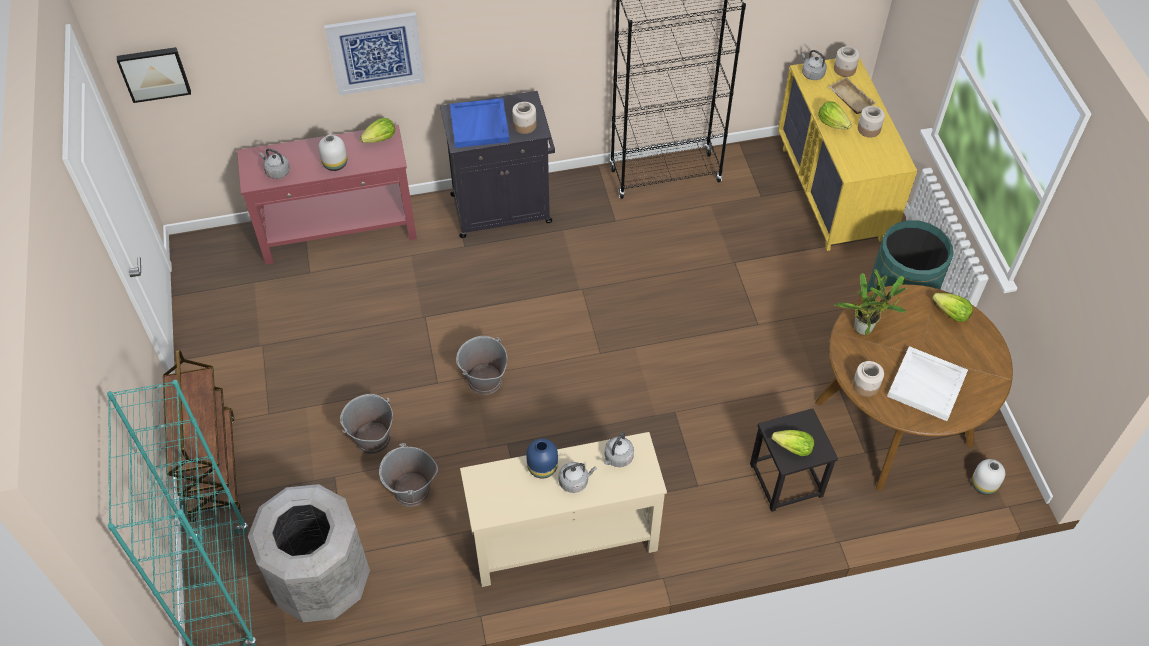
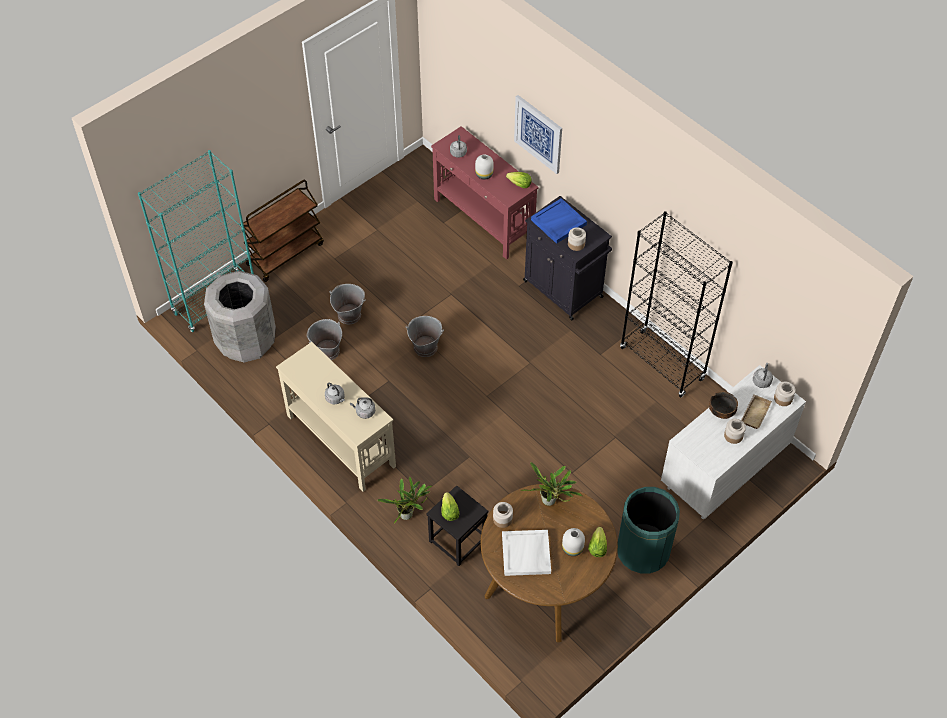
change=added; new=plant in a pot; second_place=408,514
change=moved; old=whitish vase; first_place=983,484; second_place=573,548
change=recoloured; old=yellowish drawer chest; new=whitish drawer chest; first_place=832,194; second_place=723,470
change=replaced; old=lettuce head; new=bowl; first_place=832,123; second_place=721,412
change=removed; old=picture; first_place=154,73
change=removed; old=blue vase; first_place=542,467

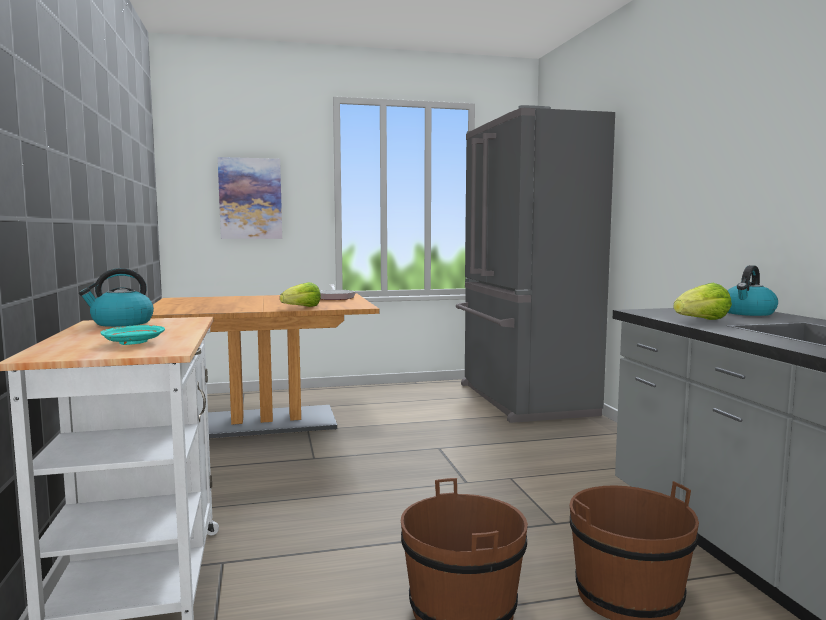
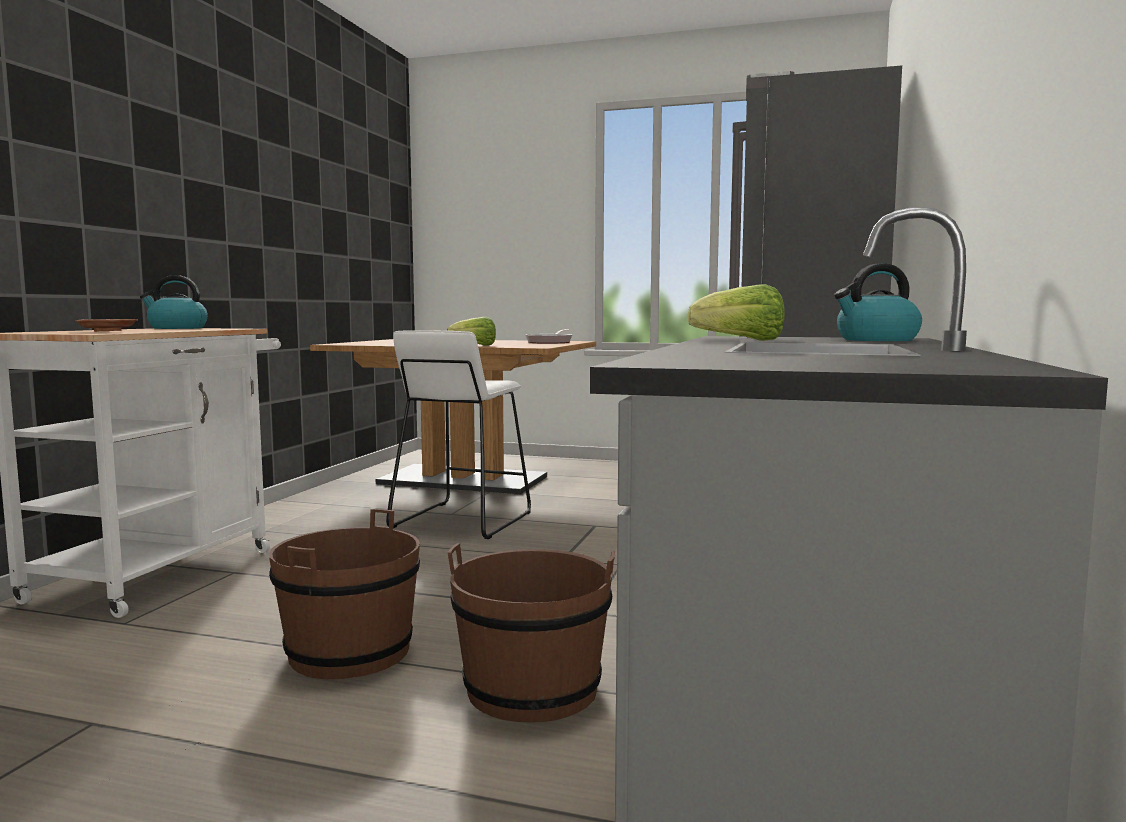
change=recoloured; old=turquoise-coloured plate; new=brownish plate; first_place=133,342; second_place=108,331
change=added; new=whitish stool seat; second_place=461,520
change=removed; old=picture; first_place=250,198

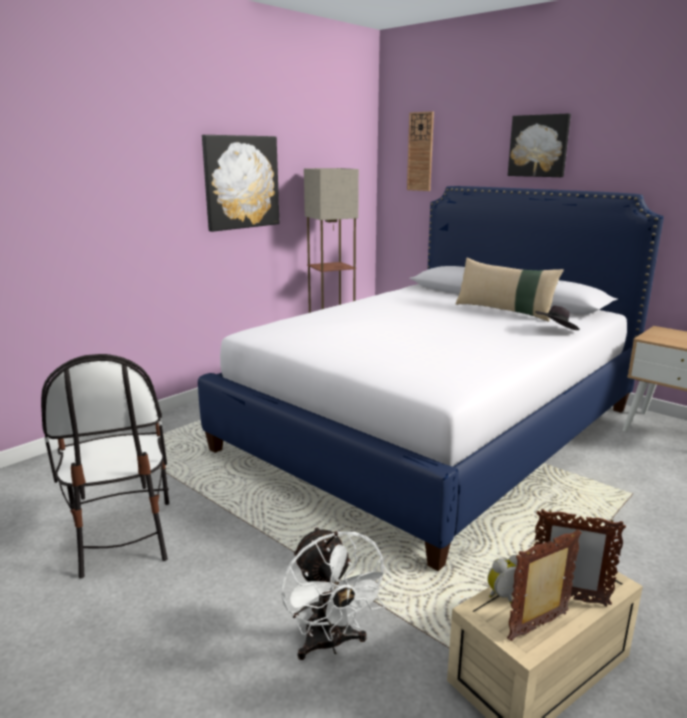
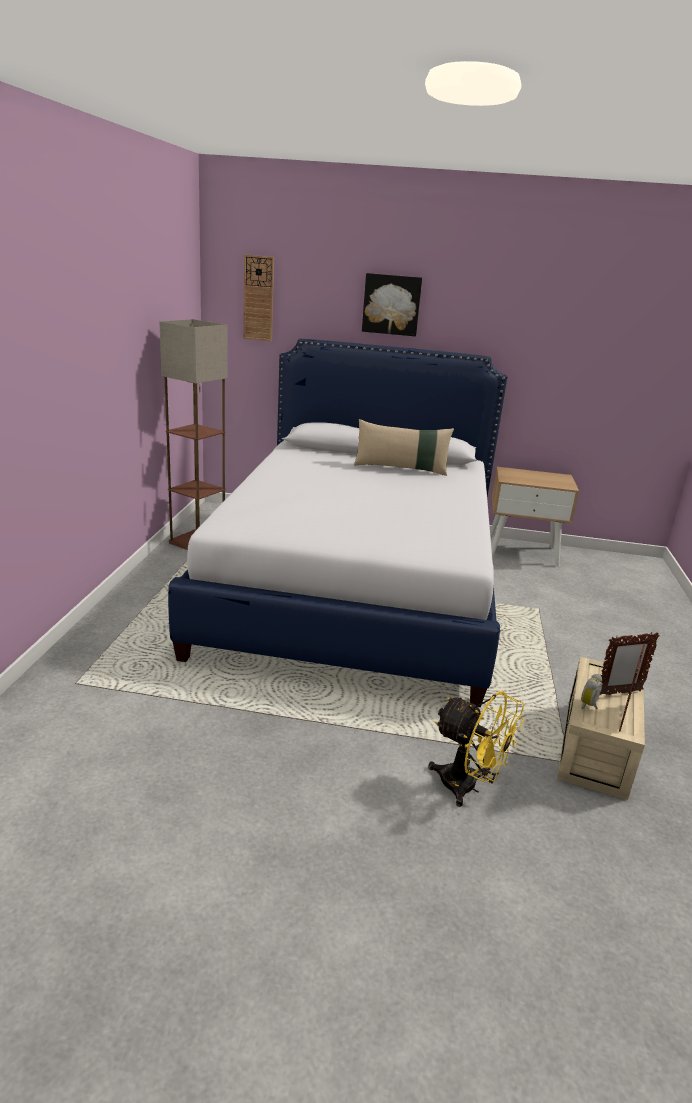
change=recoloured; old=whitish cooling fan; new=yellowish cooling fan; first_place=331,644; second_place=467,787
change=removed; old=plain chair; first_place=122,536
change=removed; old=picture; first_place=241,182
change=removed; old=black wearable hat; first_place=556,331

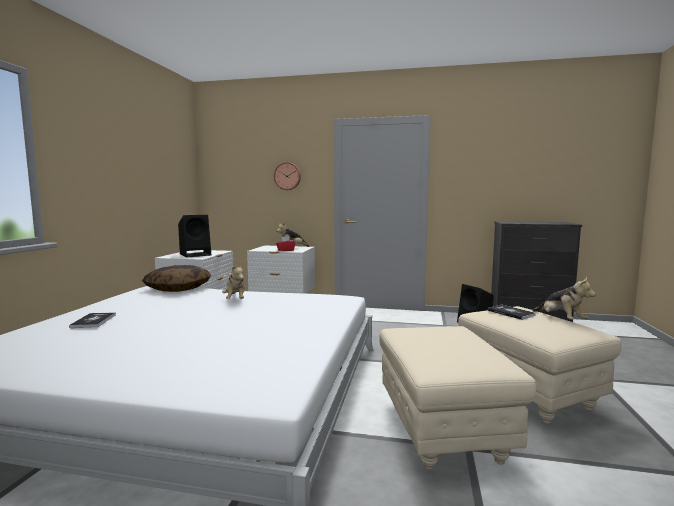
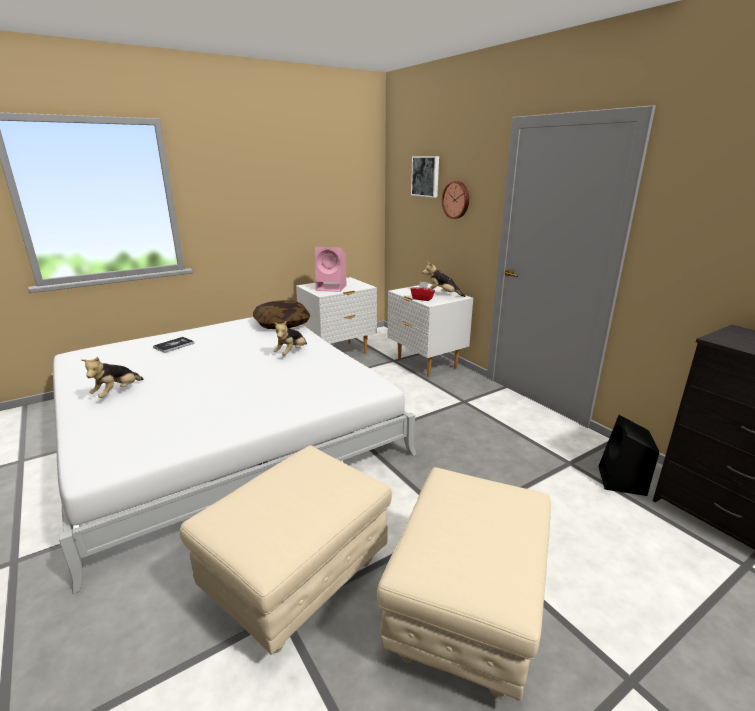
change=moved; old=plush toy; first_place=560,319; second_place=117,393
change=recoloured; old=black loudspeaker; new=pinkish loudspeaker; first_place=196,254; second_place=332,288
change=added; new=picture; second_place=426,176
change=removed; old=bound book; first_place=510,313

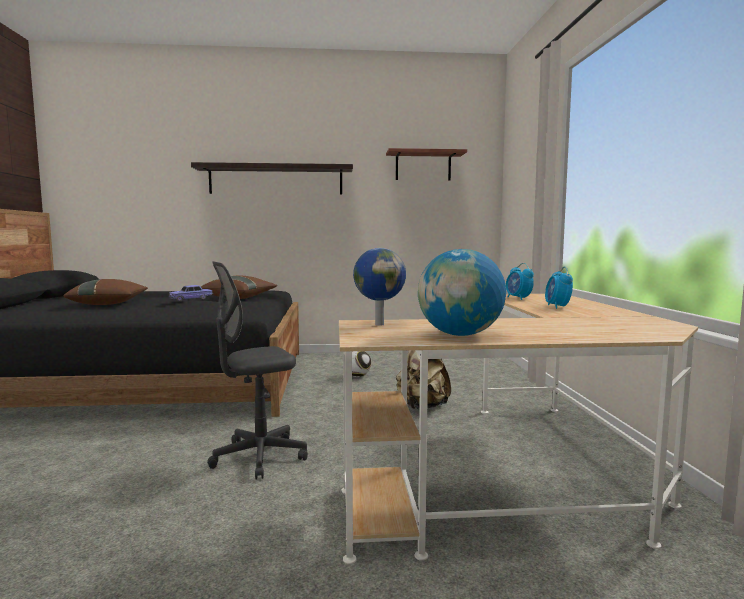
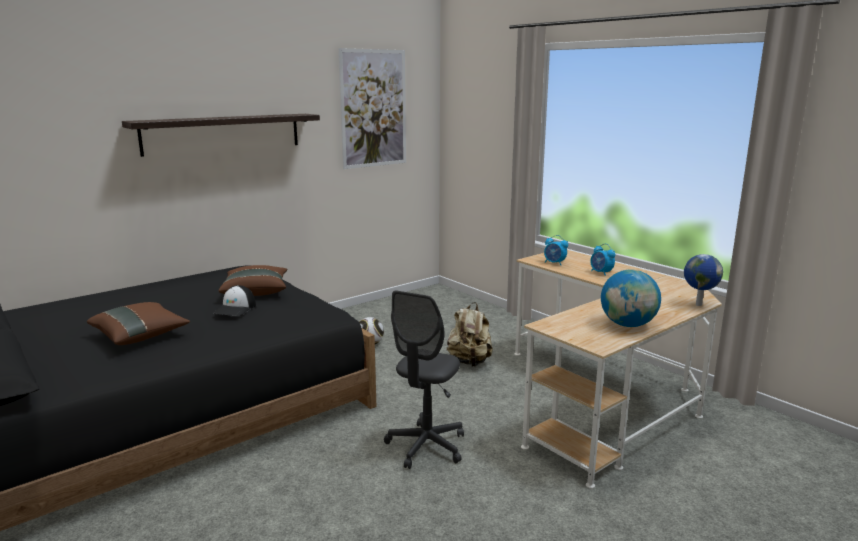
change=replaced; old=toy car; new=peaked cap; first_place=191,299; second_place=235,309
change=replaced; old=shelf; new=picture; first_place=423,166; second_place=373,109
change=moved; old=globe; first_place=379,324; second_place=697,304

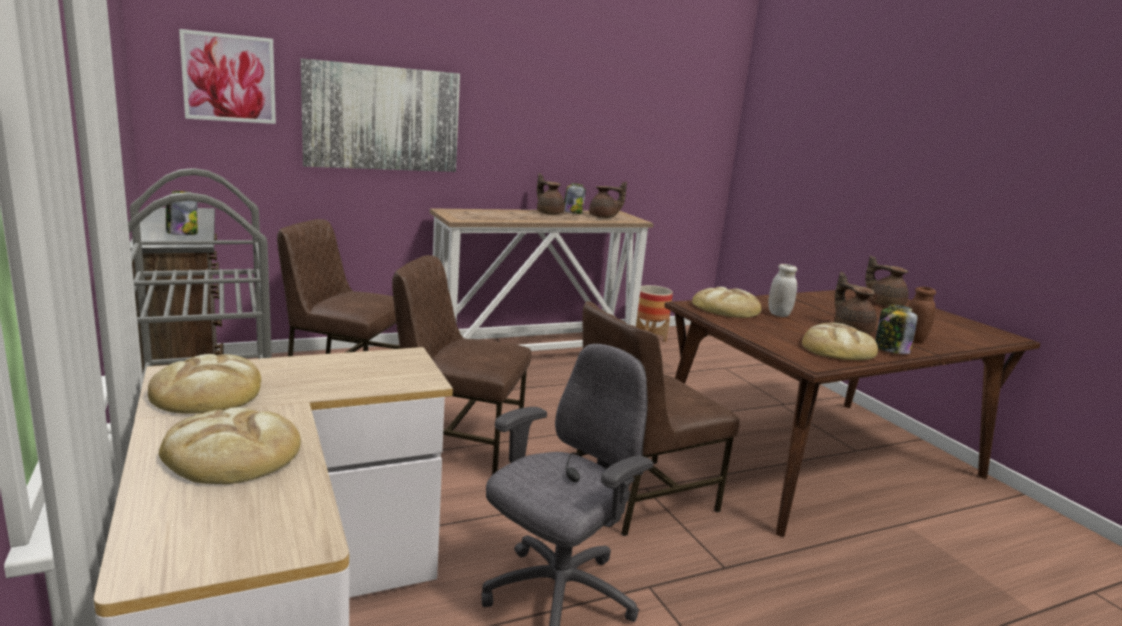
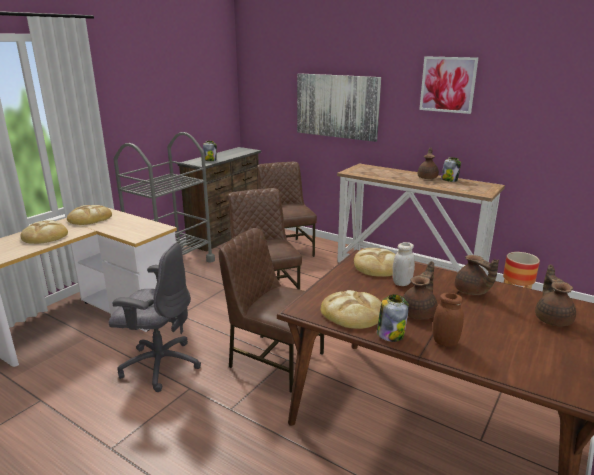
change=moved; old=picture; first_place=229,78; second_place=448,84
change=moved; old=brownish tea pot; first_place=604,217; second_place=471,292

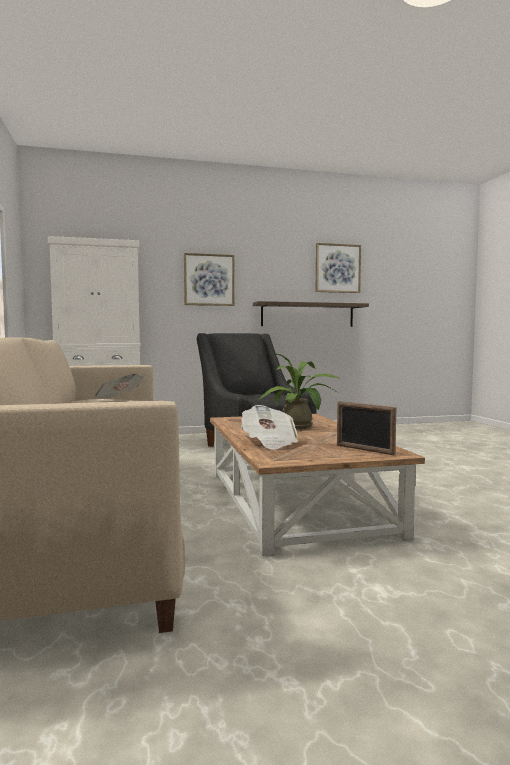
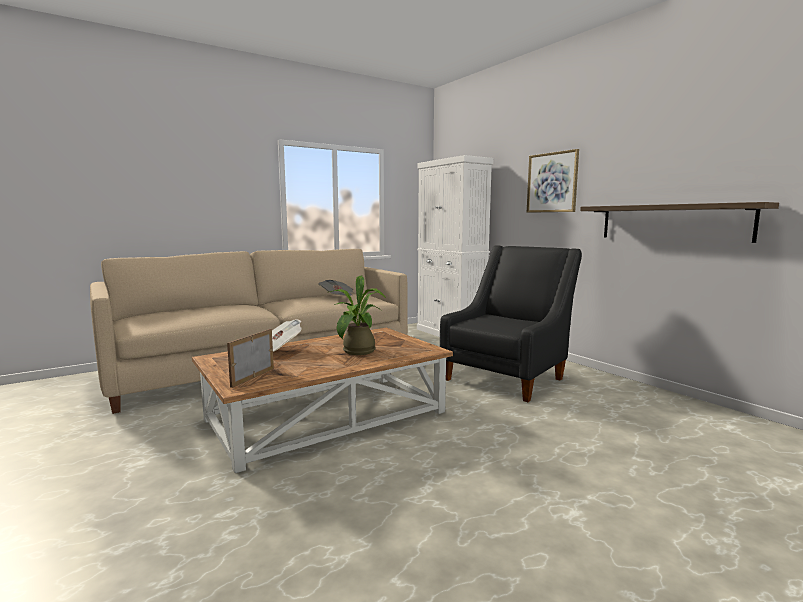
change=removed; old=picture; first_place=337,268

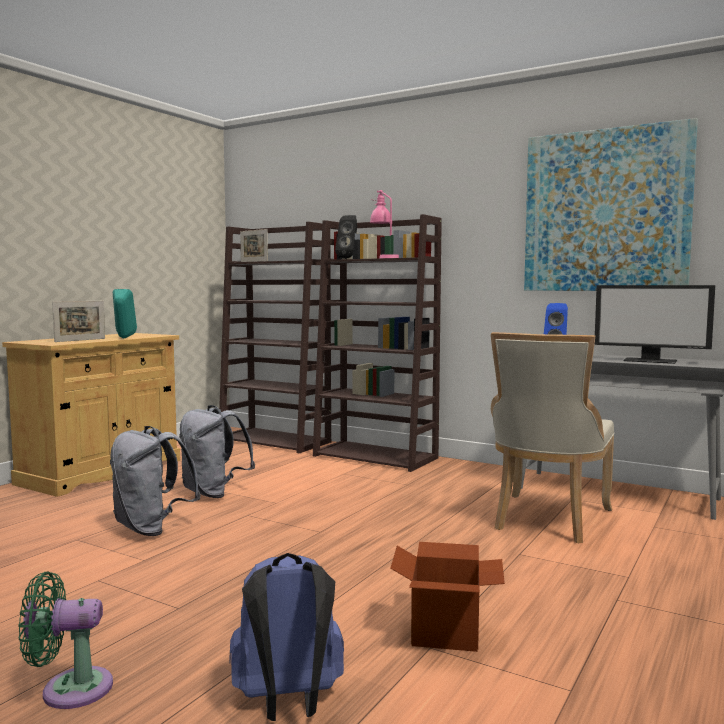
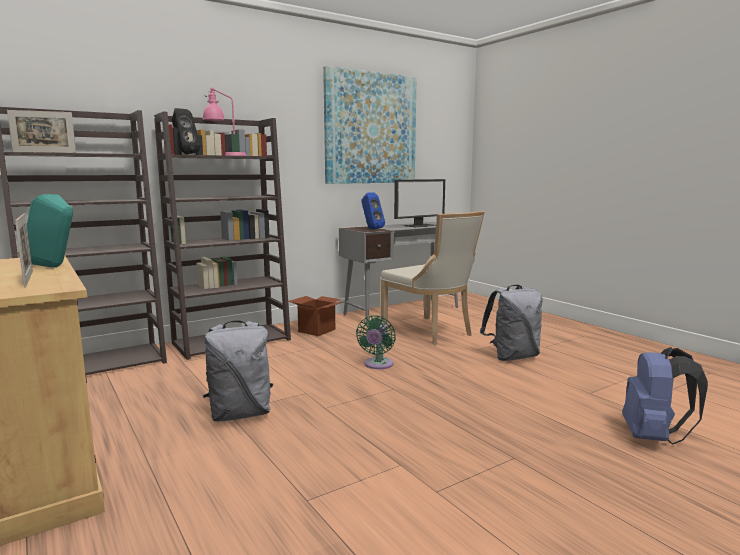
change=moved; old=packing box; first_place=445,633; second_place=317,330
change=moved; old=green-coloured cooling fan; first_place=69,689; second_place=377,365
change=moved; old=grey rucksack; first_place=152,529; second_place=512,357

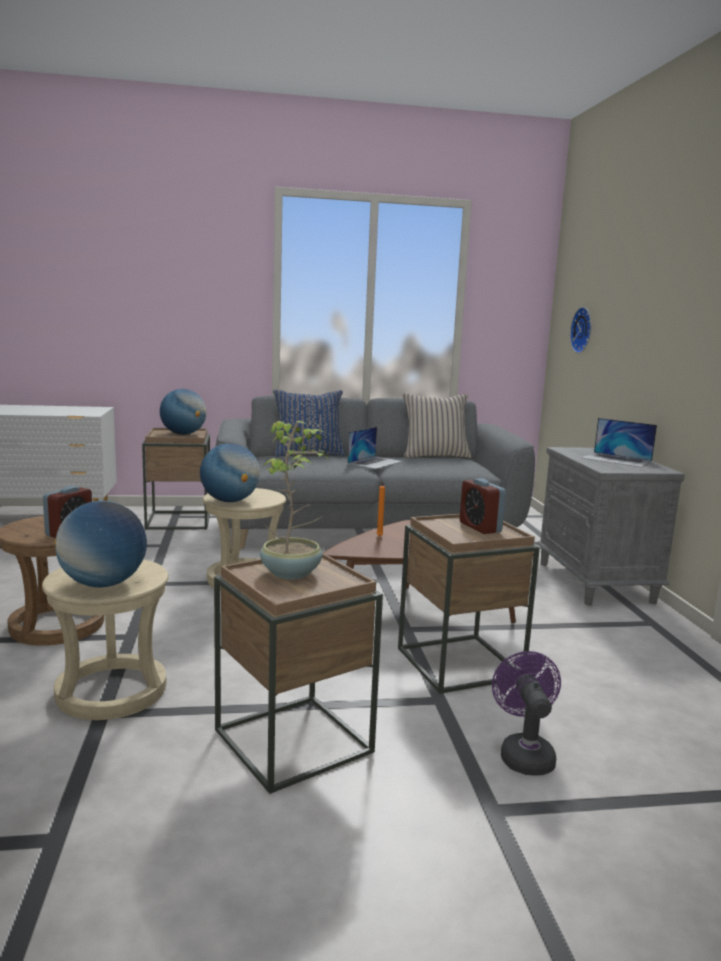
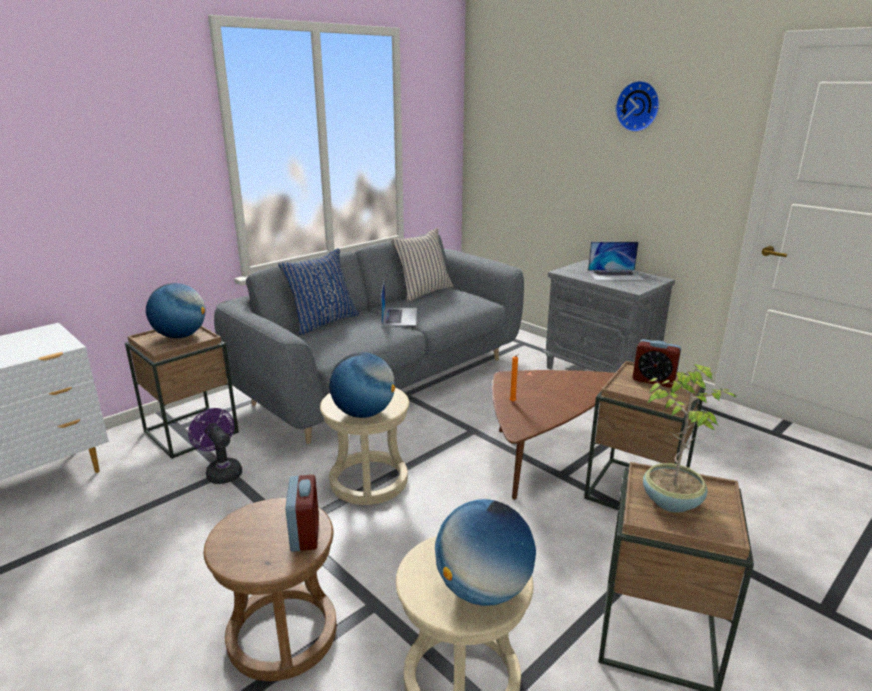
change=moved; old=purplish cooling fan; first_place=524,754; second_place=221,471
change=moved; old=clock on the wall; first_place=584,330; second_place=639,106

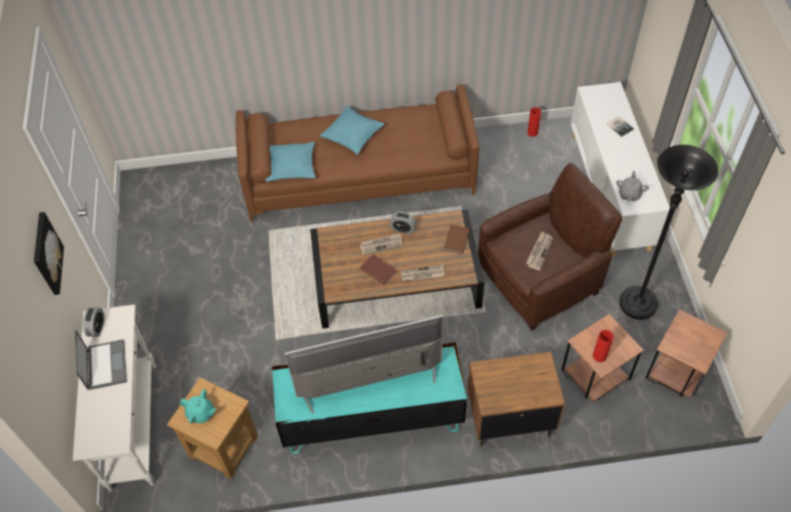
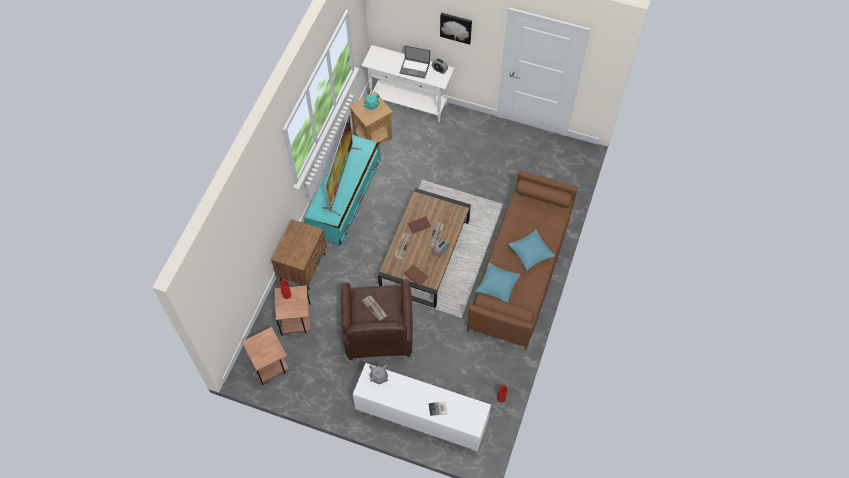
change=moved; old=turquoise-coloured pillow; first_place=291,166; second_place=497,285
change=removed; old=black standard lamp; first_place=638,304

